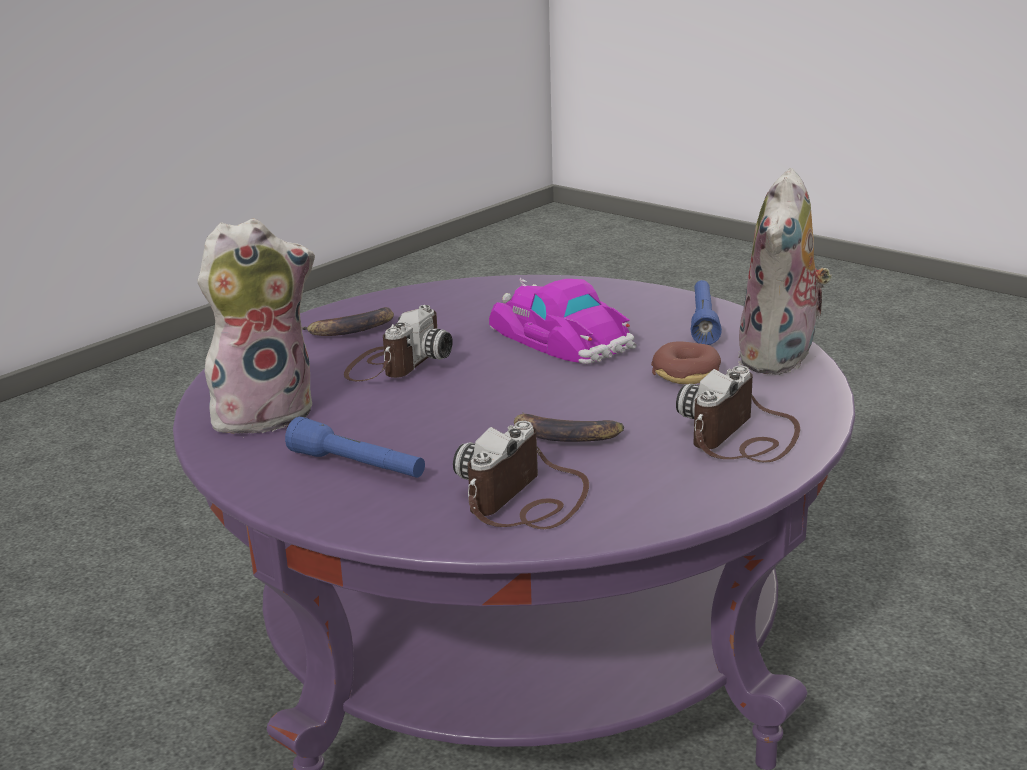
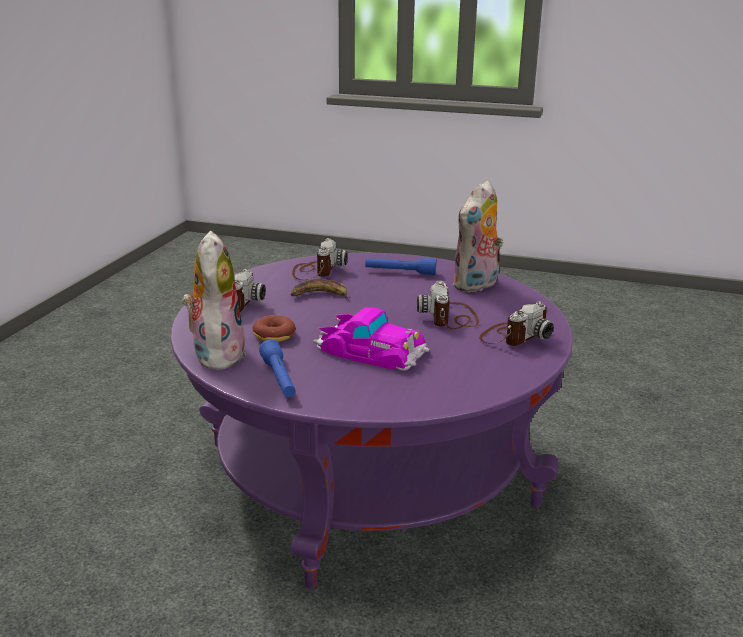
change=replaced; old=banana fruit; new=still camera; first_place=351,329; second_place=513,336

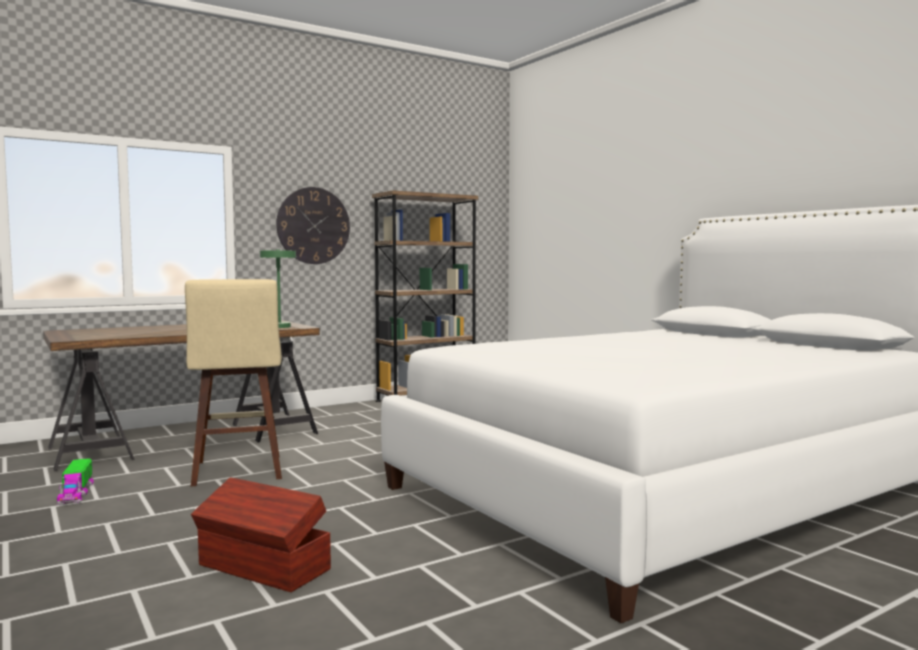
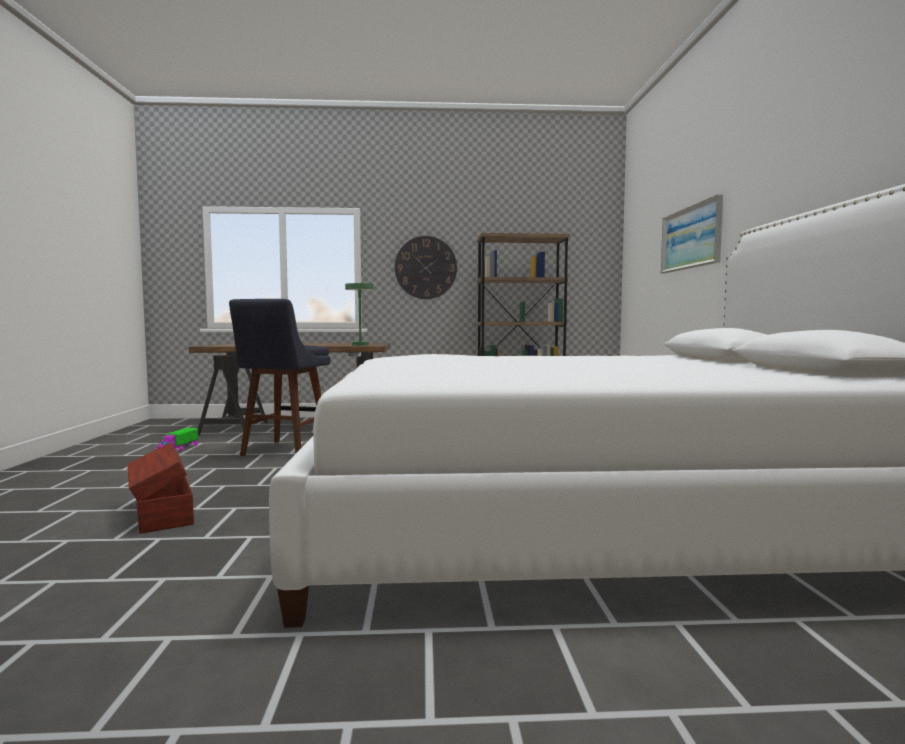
change=recoloured; old=beige-coloured stool seat; new=blue stool seat; first_place=237,472; second_place=283,451
change=added; new=picture; second_place=691,238

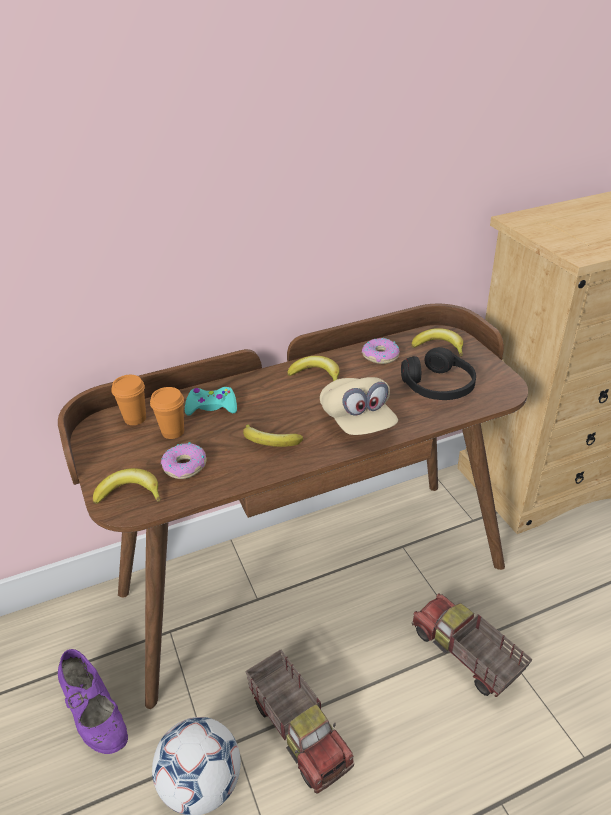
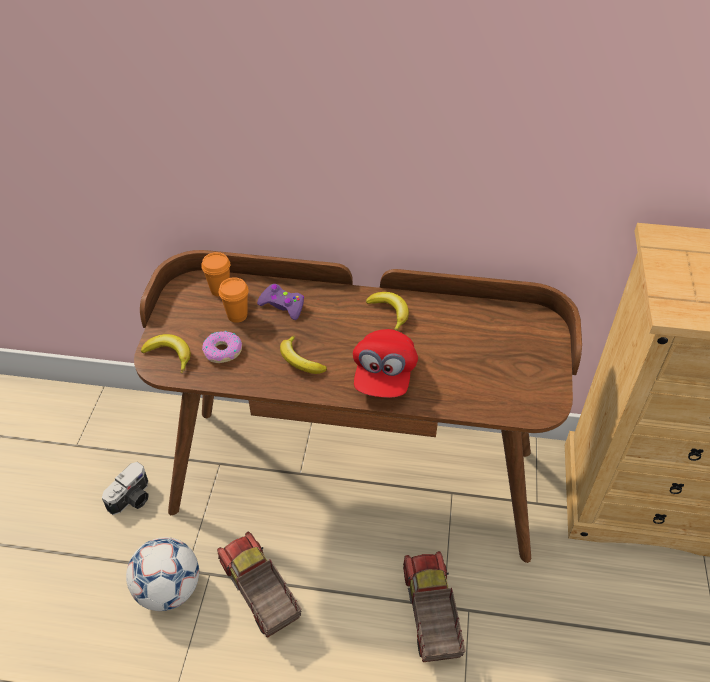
change=replaced; old=purplish low shoe; new=still camera; first_place=96,716; second_place=133,499
change=turned; old=toy truck; first_place=300,730; second_place=259,593; degrees=150
change=recoloured; old=turquoise-coloured game controller; new=purplish game controller; first_place=211,407; second_place=282,305
change=recoloured; old=beige-coloured peaked cap; new=reddish peaked cap; first_place=357,421; second_place=384,375
change=removed; old=doughnut; first_place=380,356
change=removed; old=black headset; first_place=438,386
change=removed; old=banana fruit; first_place=439,346

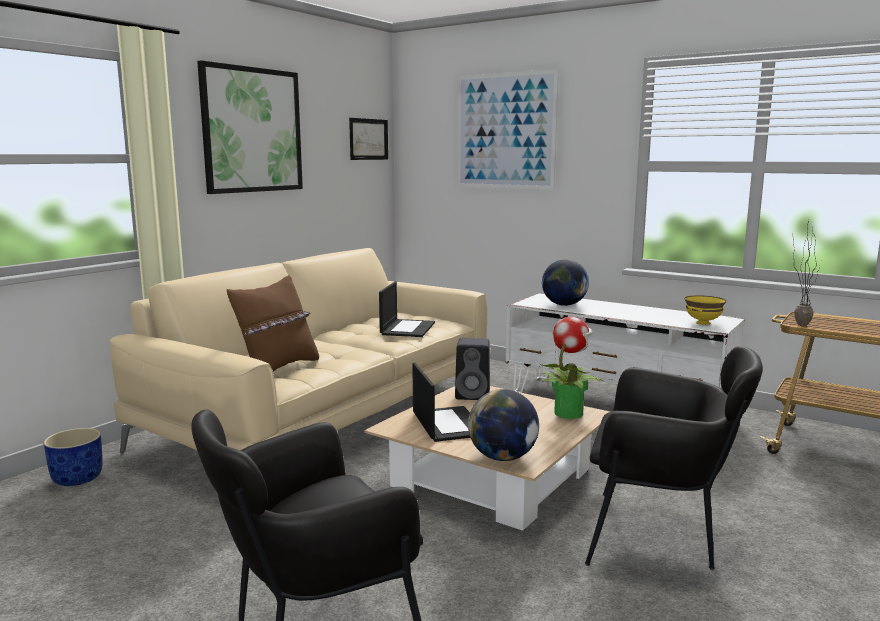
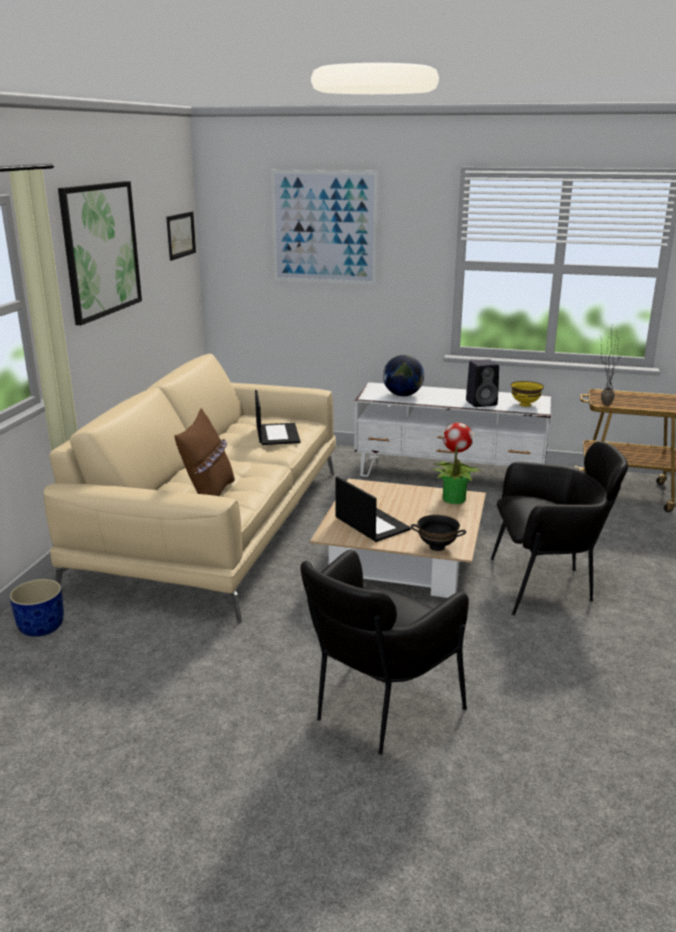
change=replaced; old=globe; new=black bowl; first_place=503,457; second_place=437,547
change=moved; old=black loudspeaker; first_place=474,395; second_place=482,403

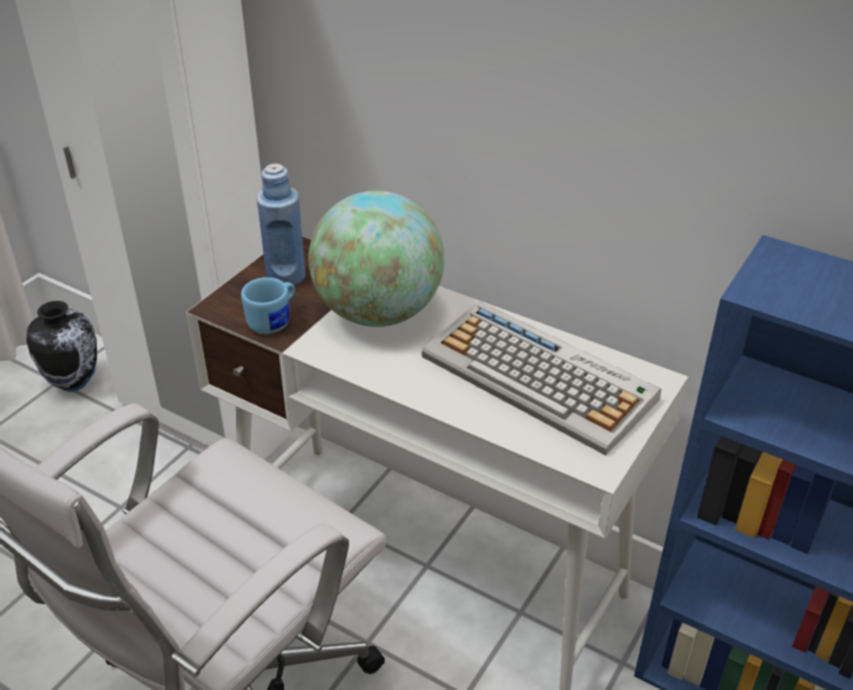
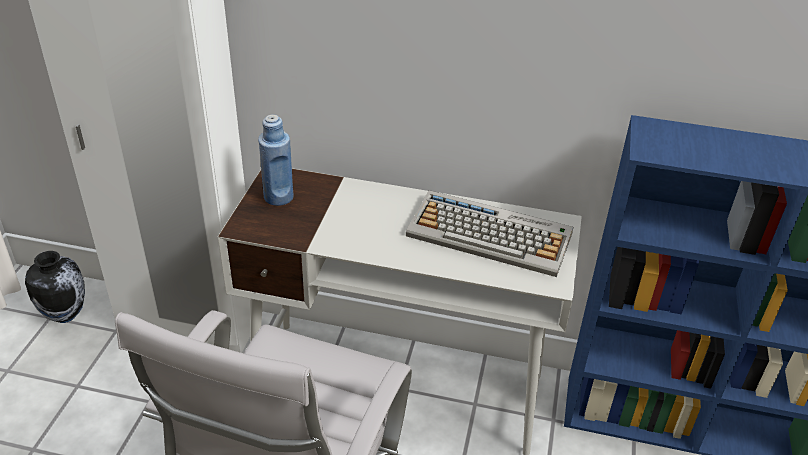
change=removed; old=blue coffee mug; first_place=274,321
change=removed; old=globe; first_place=378,312

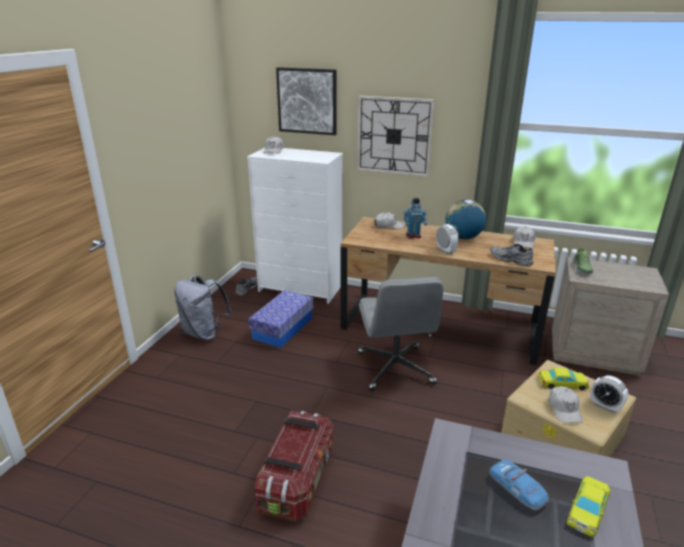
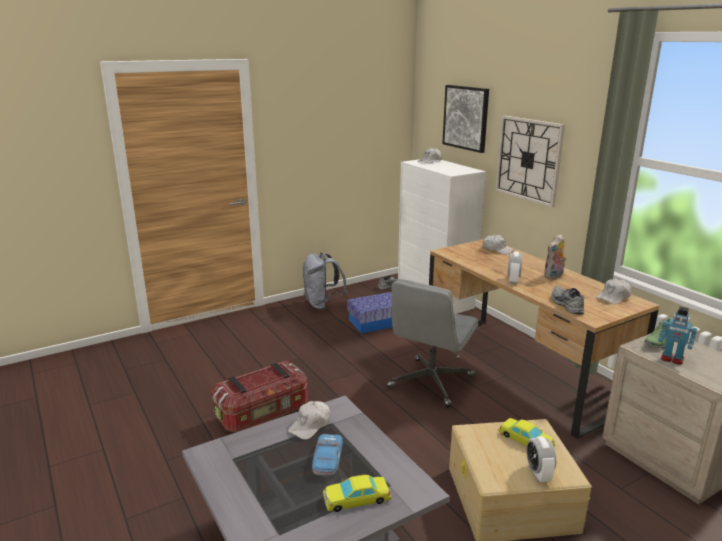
change=moved; old=whitish peaked cap; first_place=564,409; second_place=310,425
change=replaced; old=globe; new=plush toy; first_place=463,237; second_place=554,276
change=moved; old=model robot; first_place=413,236; second_place=672,359

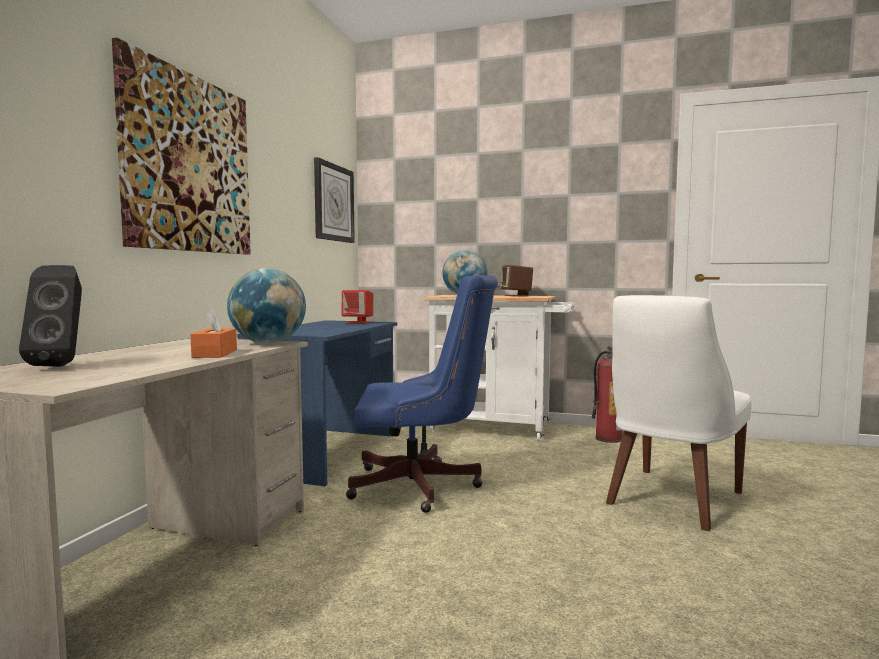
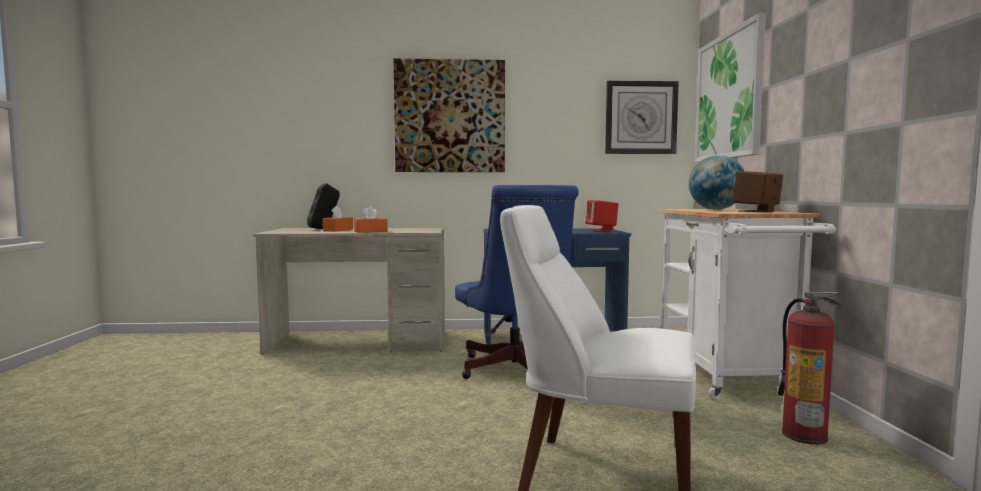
change=added; new=orange tissue box; second_place=338,230
change=added; new=picture; second_place=729,96
change=removed; old=globe; first_place=268,343

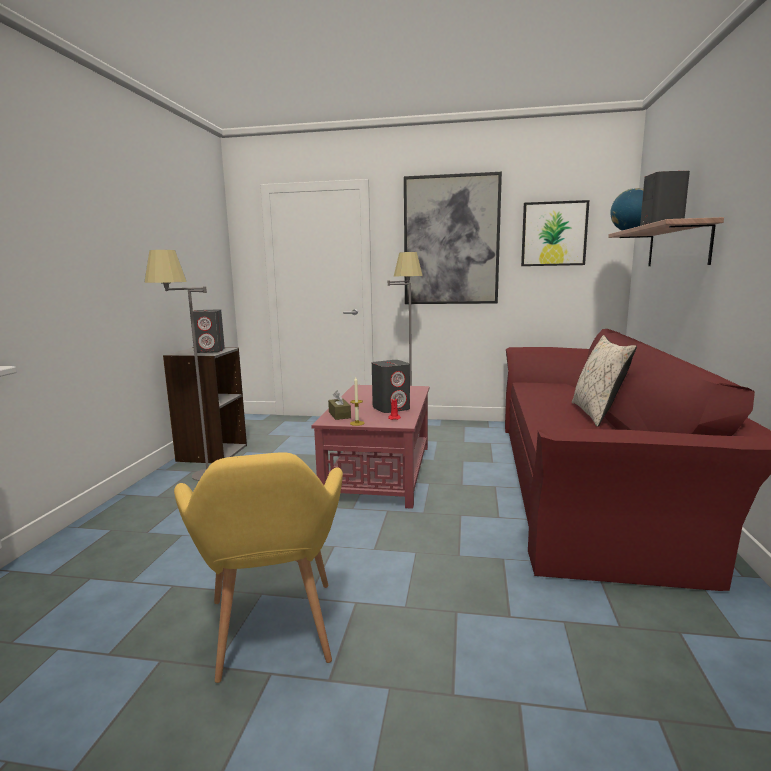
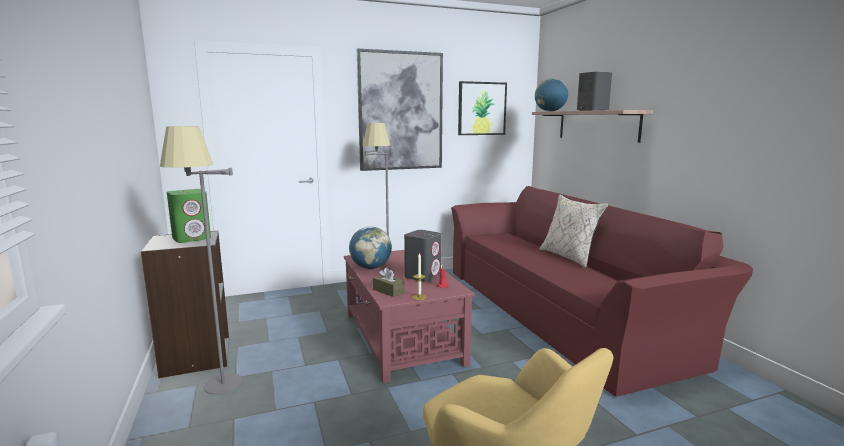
change=recoloured; old=grey loudspeaker; new=green-coloured loudspeaker; first_place=210,350; second_place=192,238
change=added; new=globe; second_place=371,267

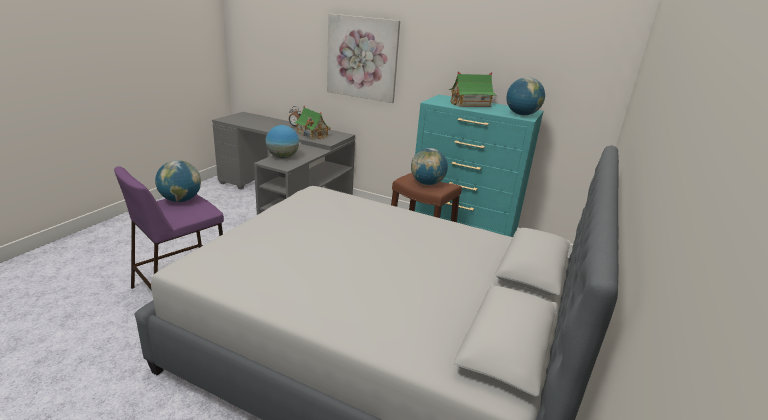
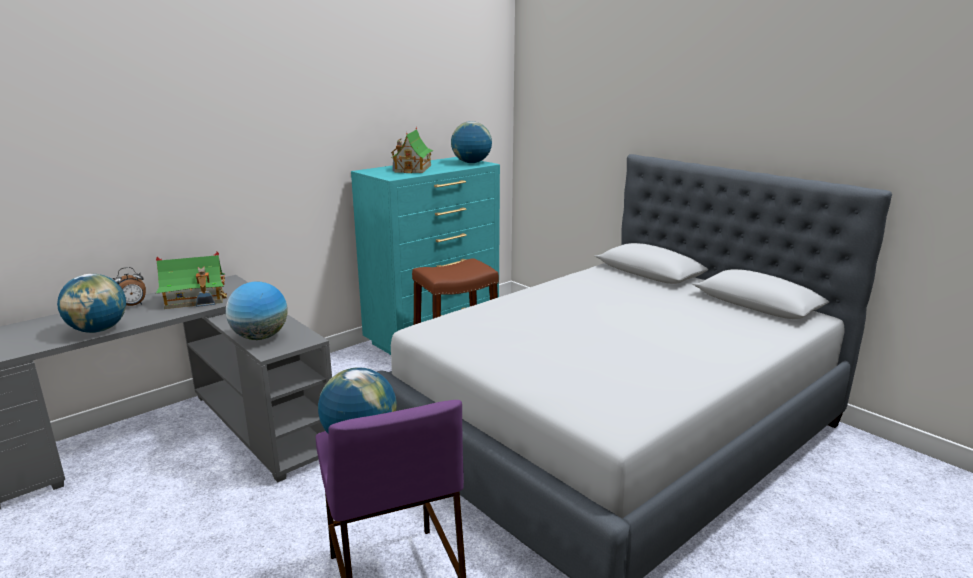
change=moved; old=globe; first_place=427,183; second_place=98,330
change=removed; old=picture; first_place=362,58

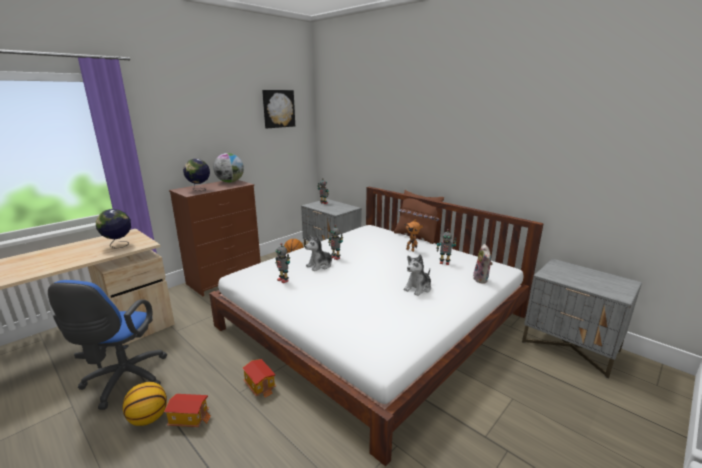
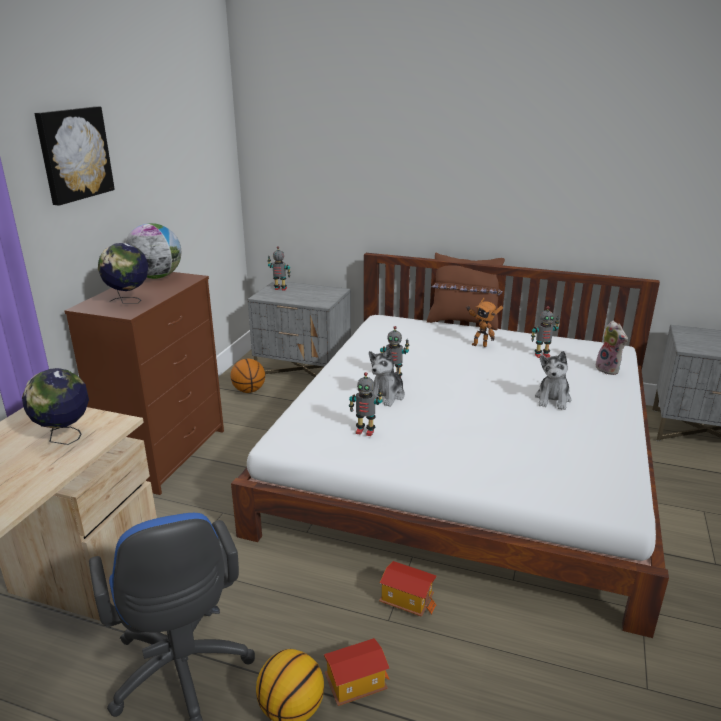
change=moved; old=picture; first_place=278,108; second_place=73,154

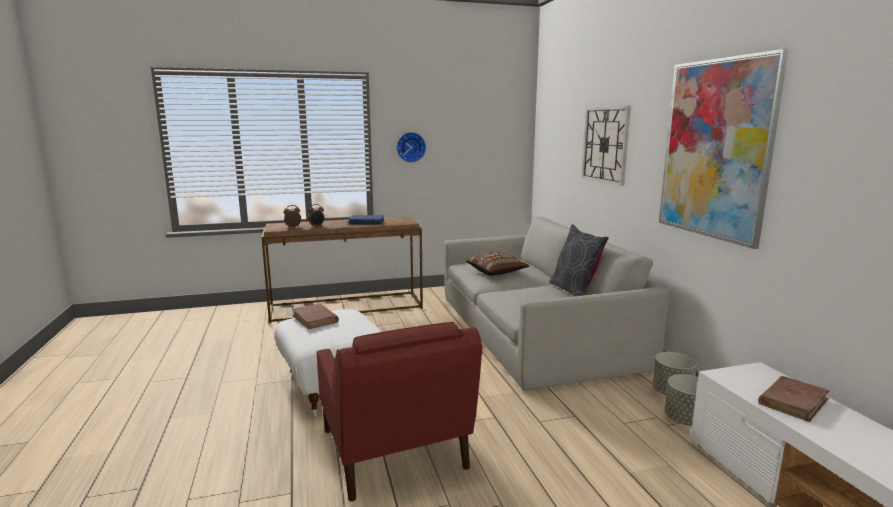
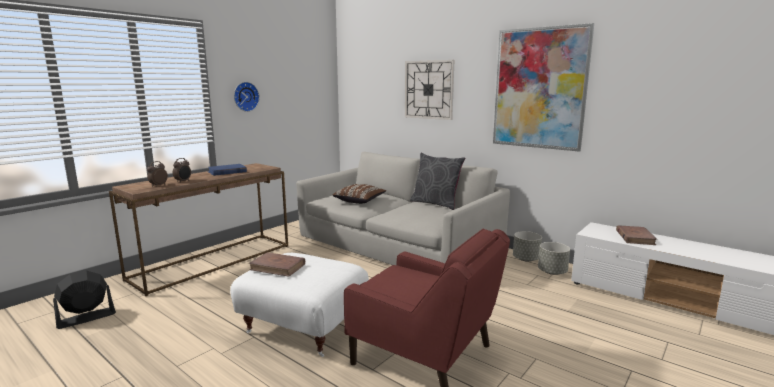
change=added; new=black cooling fan; second_place=86,318

